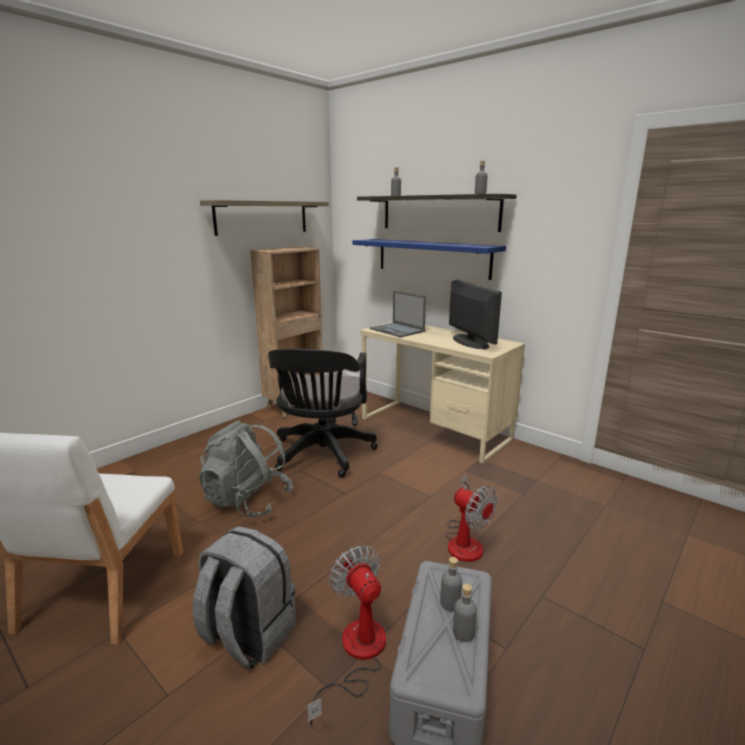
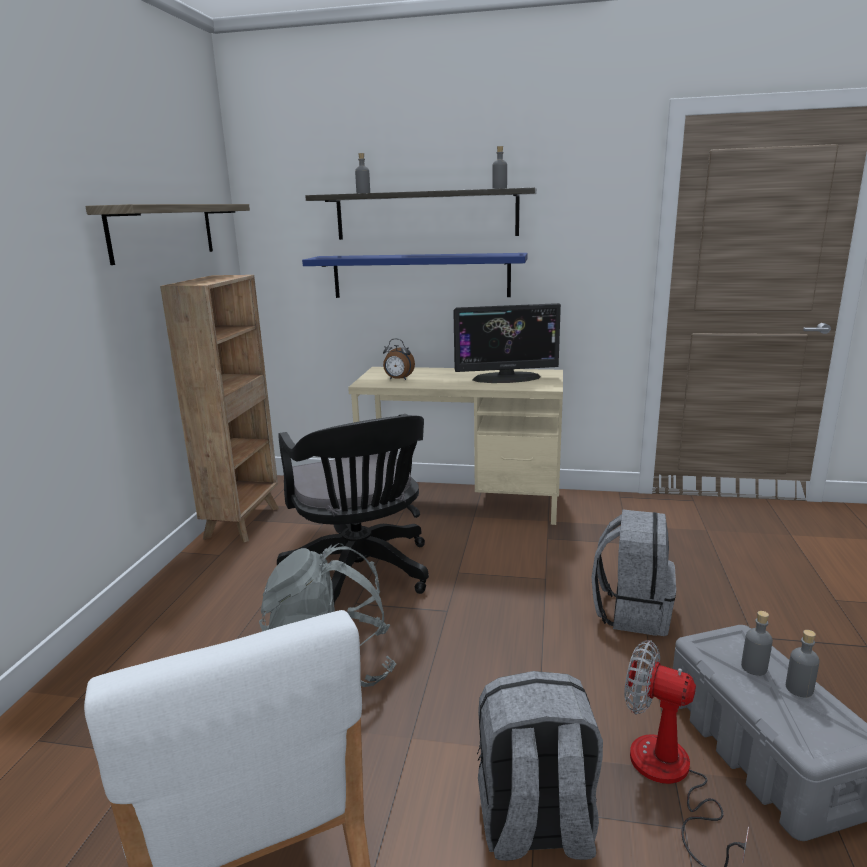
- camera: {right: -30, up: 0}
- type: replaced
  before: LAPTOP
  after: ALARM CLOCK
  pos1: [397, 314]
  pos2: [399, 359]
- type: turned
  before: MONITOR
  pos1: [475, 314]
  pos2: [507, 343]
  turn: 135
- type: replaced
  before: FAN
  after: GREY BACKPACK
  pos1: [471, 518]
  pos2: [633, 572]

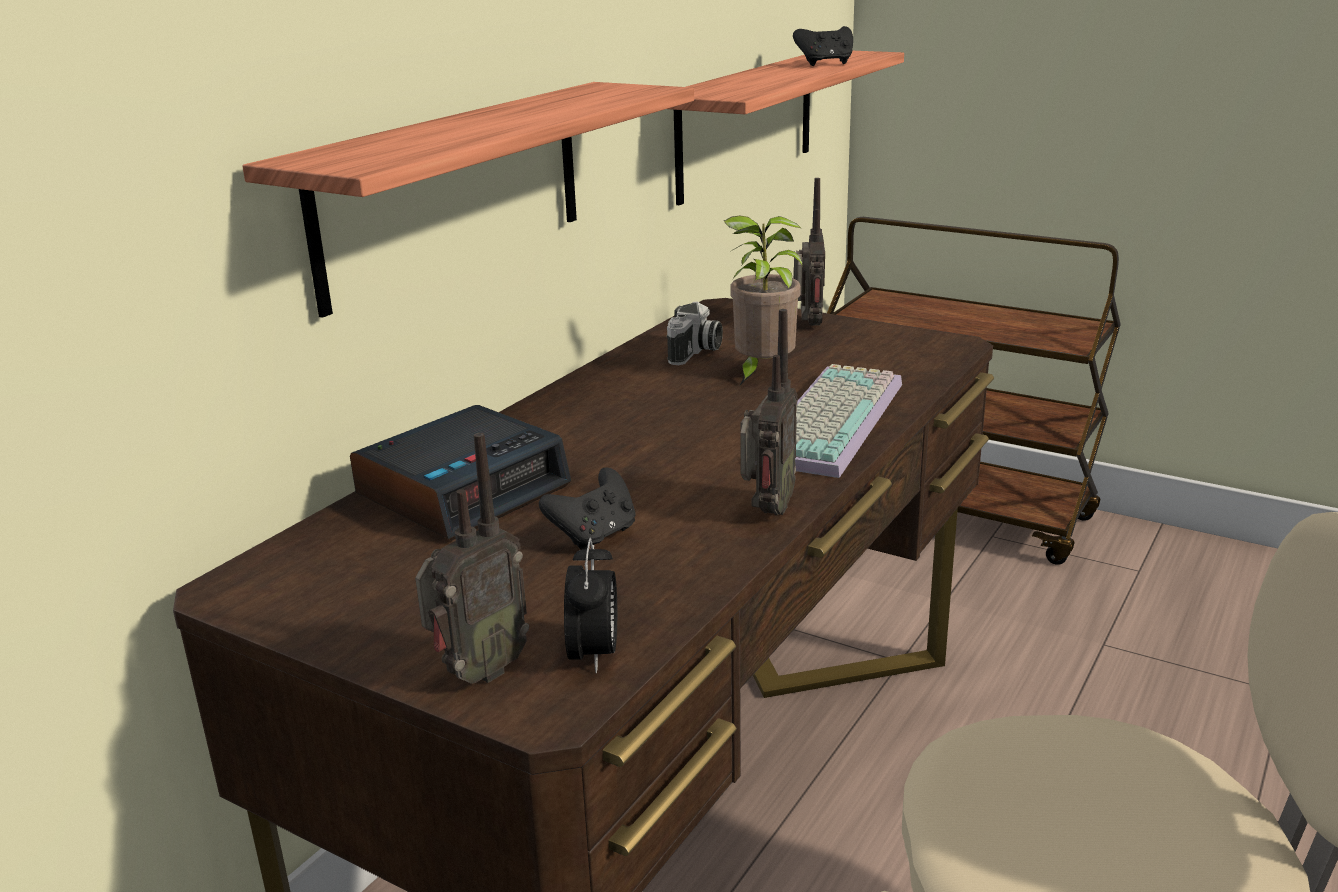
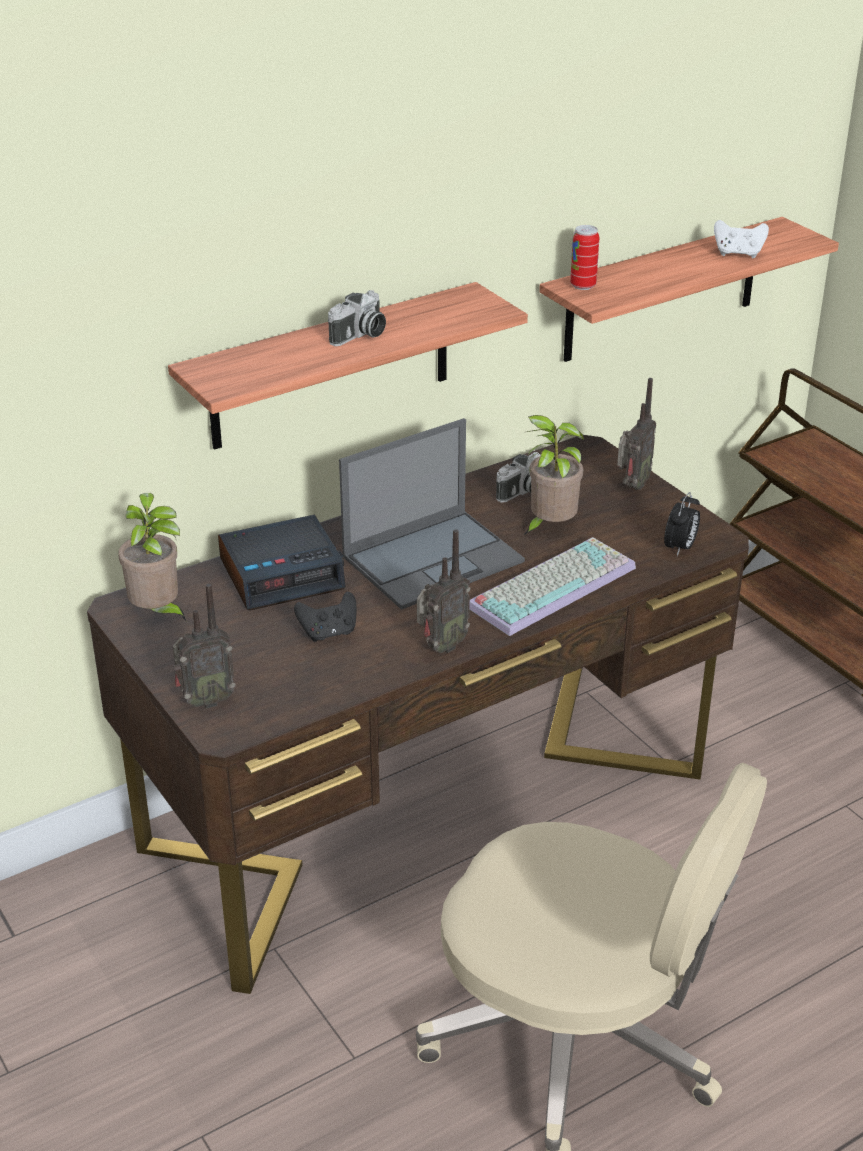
- camera: {right: 25, up: 10}
- type: added
  after: POTTED PLANT
  pos2: [152, 557]
- type: added
  after: PHOTO CAMERA
  pos2: [357, 318]
- type: added
  after: LAPTOP
  pos2: [432, 514]
- type: added
  after: CAN
  pos2: [584, 257]
- type: moved
  before: ALARM CLOCK
  pos1: [590, 605]
  pos2: [682, 524]
- type: recoloured
  before: BLACK GAME CONTROLLER
  after: WHITE GAME CONTROLLER
  pos1: [823, 46]
  pos2: [741, 239]

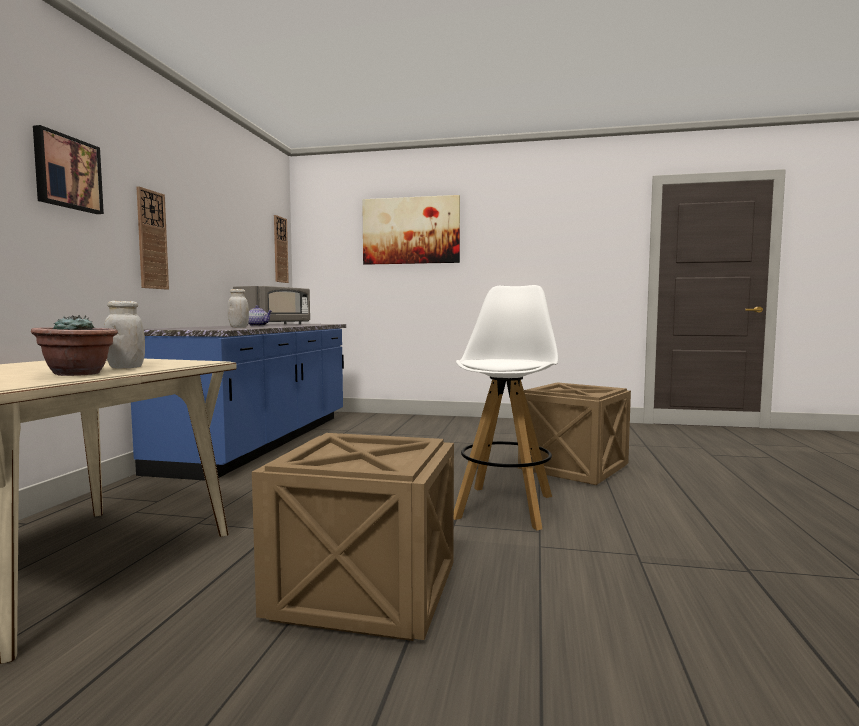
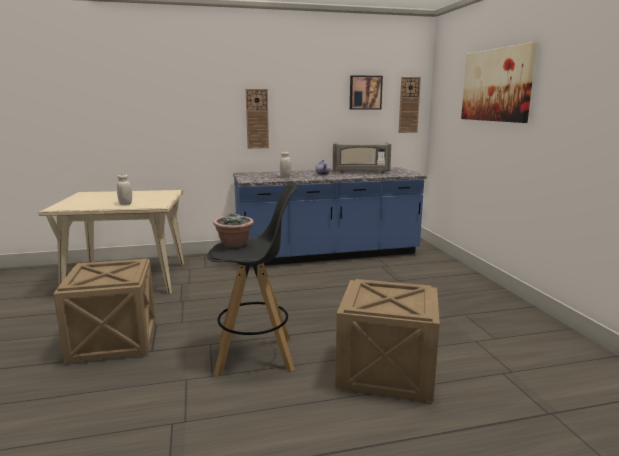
- camera: {right: 65, up: 10}
- type: recoloured
  before: WHITE STOOL
  after: BLACK STOOL
  pos1: [506, 407]
  pos2: [252, 279]
- type: moved
  before: POTTED PLANT
  pos1: [74, 345]
  pos2: [233, 230]
- type: moved
  before: PICTURE
  pos1: [68, 169]
  pos2: [366, 92]

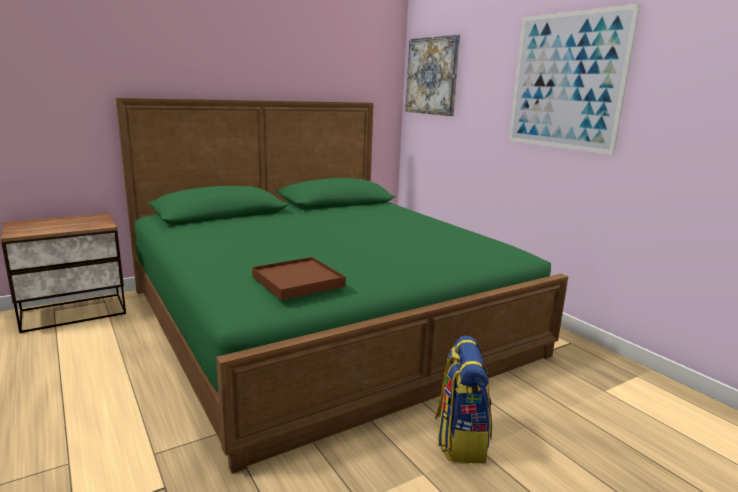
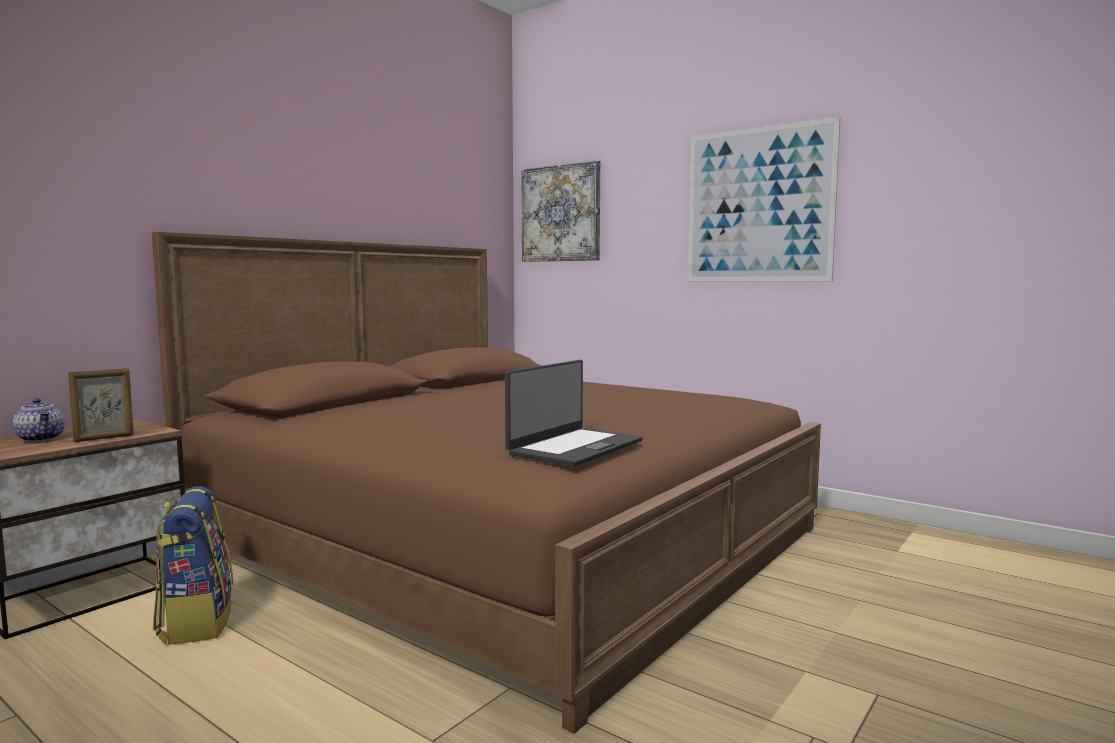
- camera: {right: -20, up: -10}
- type: added
  after: TEAPOT
  pos2: [39, 420]
- type: added
  after: PICTURE FRAME
  pos2: [101, 405]
- type: recoloured
  before: GREEN BED
  after: BROWN BED
  pos1: [341, 286]
  pos2: [486, 483]
- type: moved
  before: BACKPACK
  pos1: [463, 399]
  pos2: [193, 565]
- type: replaced
  before: BROWN TRAY
  after: LAPTOP
  pos1: [299, 278]
  pos2: [574, 413]

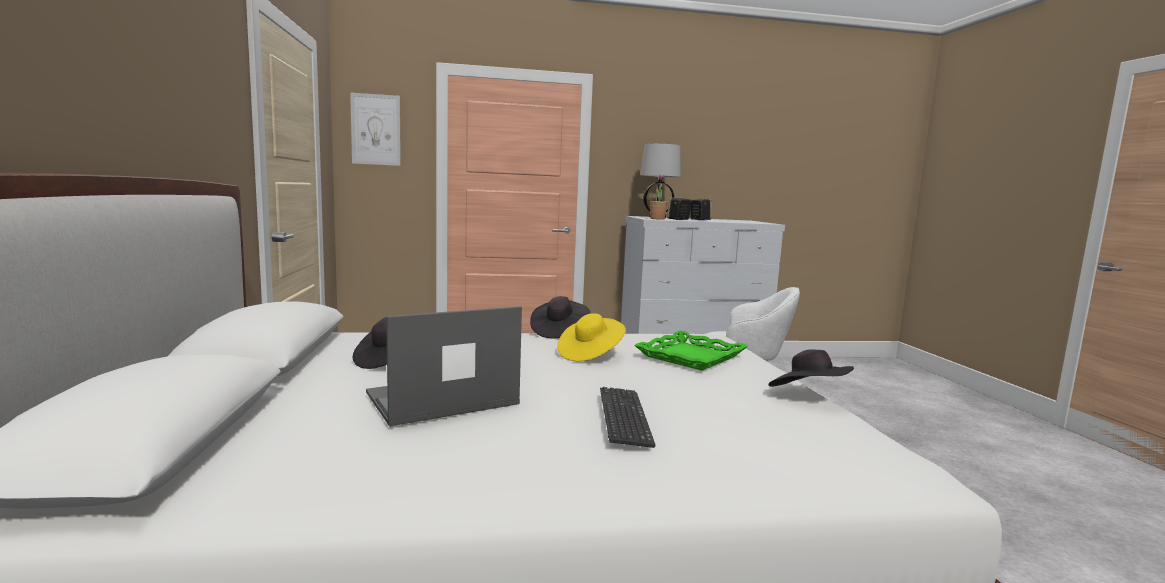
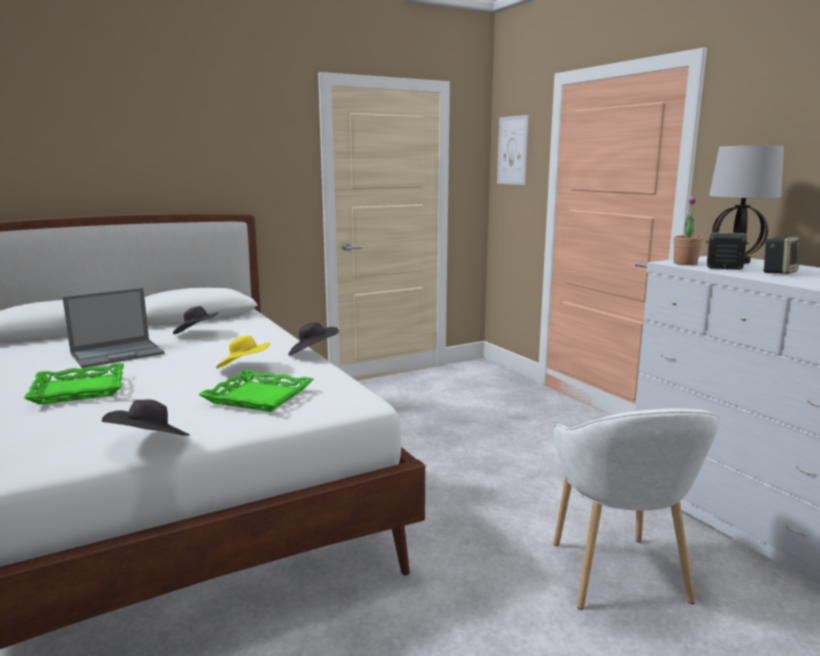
- camera: {right: 70, up: 5}
- type: replaced
  before: KEYBOARD
  after: GREEN TRAY
  pos1: [628, 417]
  pos2: [74, 384]
- type: turned
  before: LAPTOP
  pos1: [444, 366]
  pos2: [113, 328]
  turn: 105

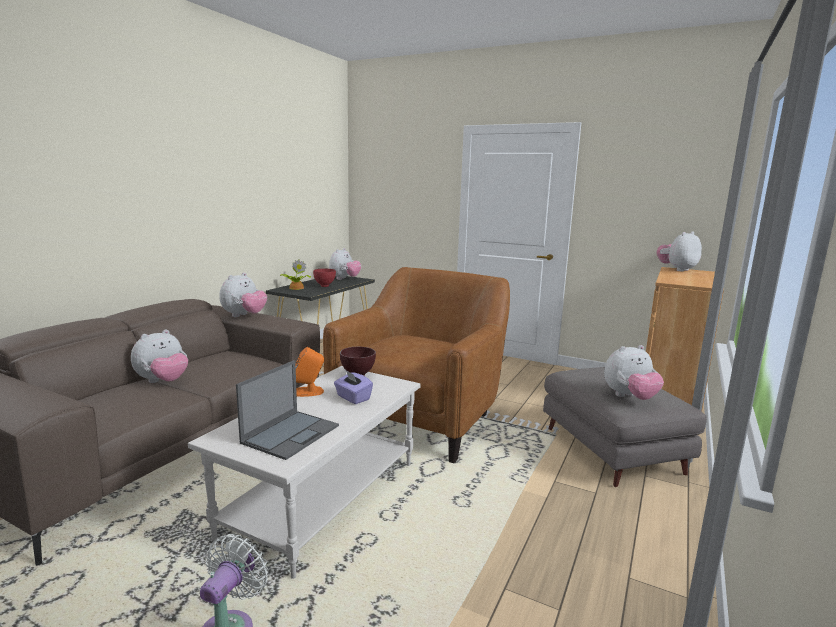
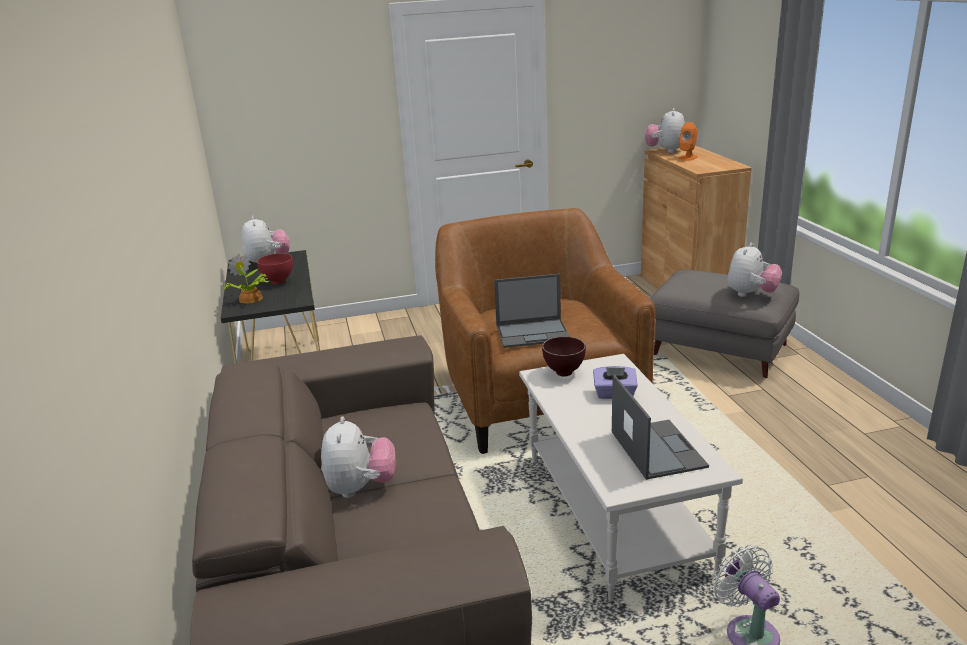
- camera: {right: -40, up: 10}
- type: added
  after: LAPTOP
  pos2: [532, 311]
- type: moved
  before: ORANGE SPEAKER
  pos1: [309, 372]
  pos2: [688, 141]
- type: removed
  before: PLUSH TOY
  pos1: [243, 294]

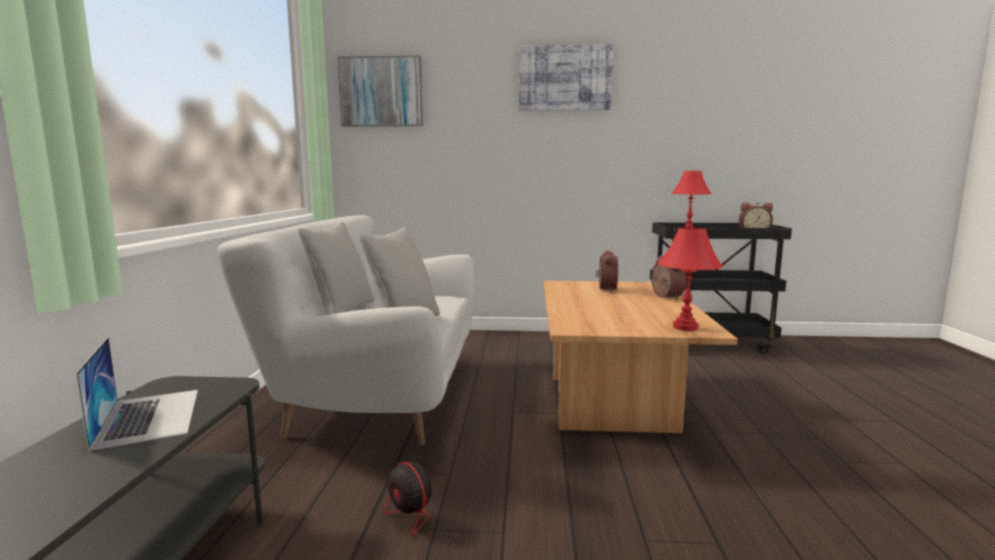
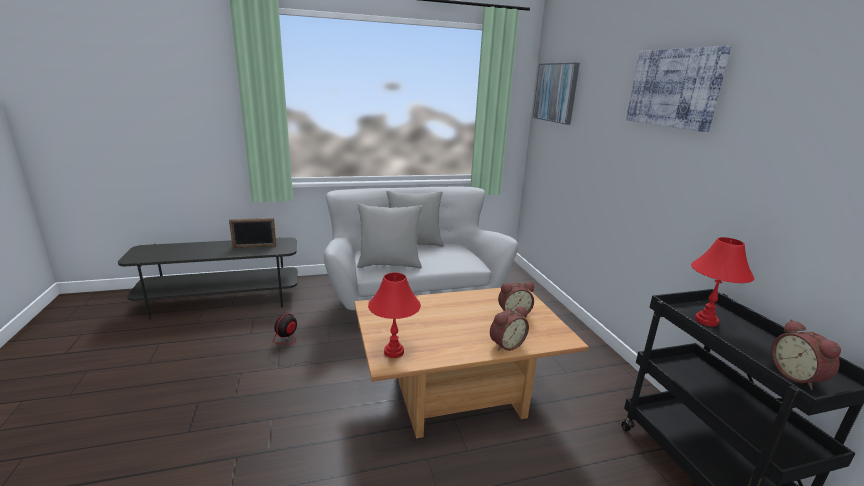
- camera: {right: 70, up: 10}
- type: replaced
  before: LAPTOP
  after: PICTURE FRAME
  pos1: [137, 394]
  pos2: [252, 233]

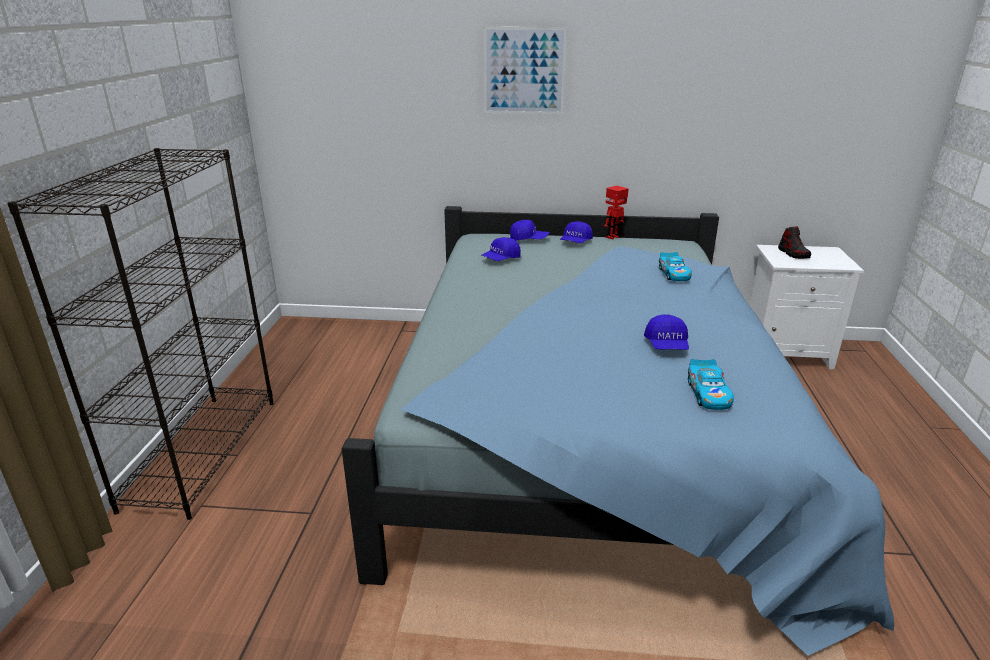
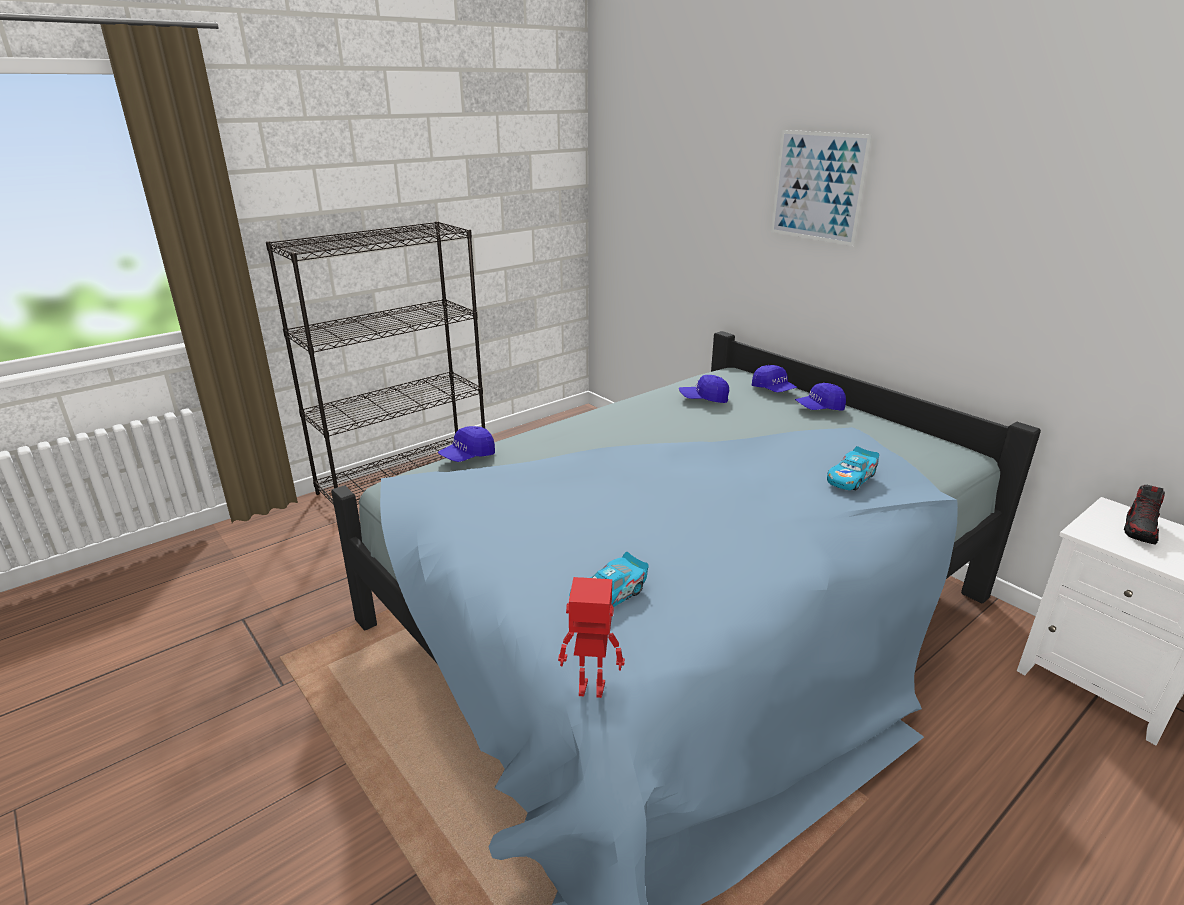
- camera: {right: 45, up: 0}
- type: moved
  before: BLUE CAP
  pos1: [666, 332]
  pos2: [466, 444]
- type: moved
  before: TOY ROBOT
  pos1: [615, 212]
  pos2: [591, 637]

